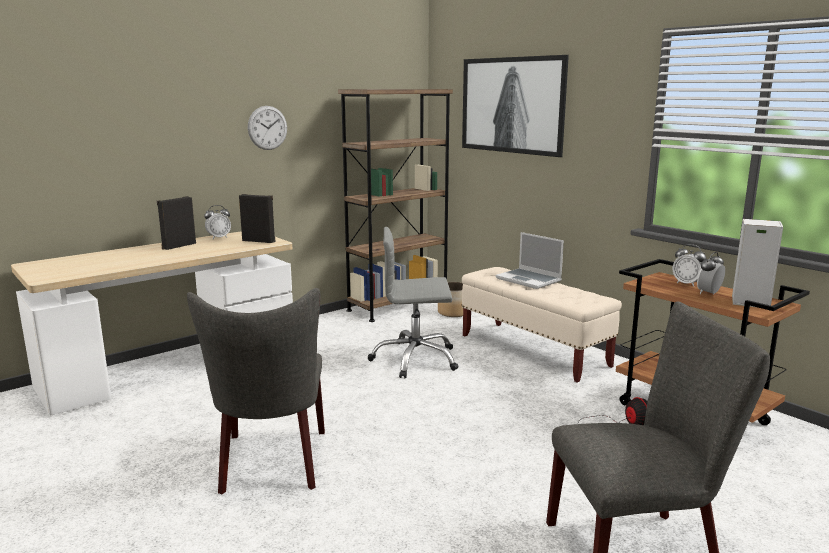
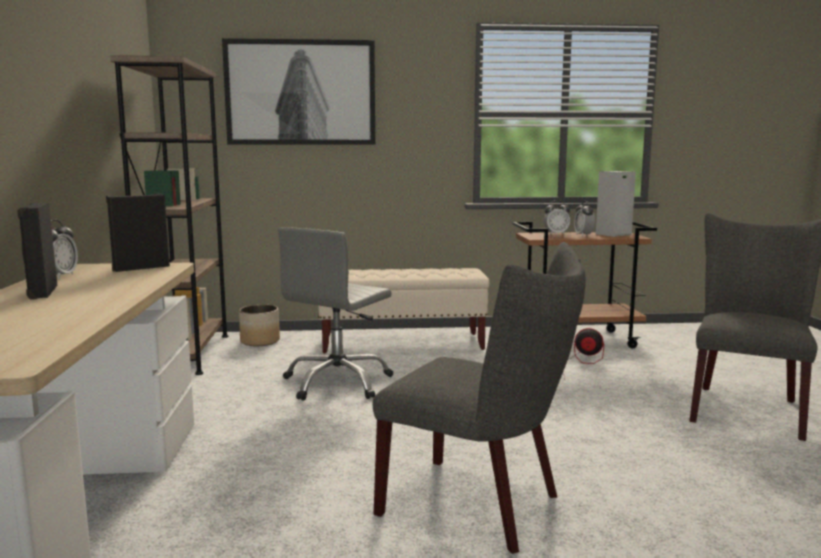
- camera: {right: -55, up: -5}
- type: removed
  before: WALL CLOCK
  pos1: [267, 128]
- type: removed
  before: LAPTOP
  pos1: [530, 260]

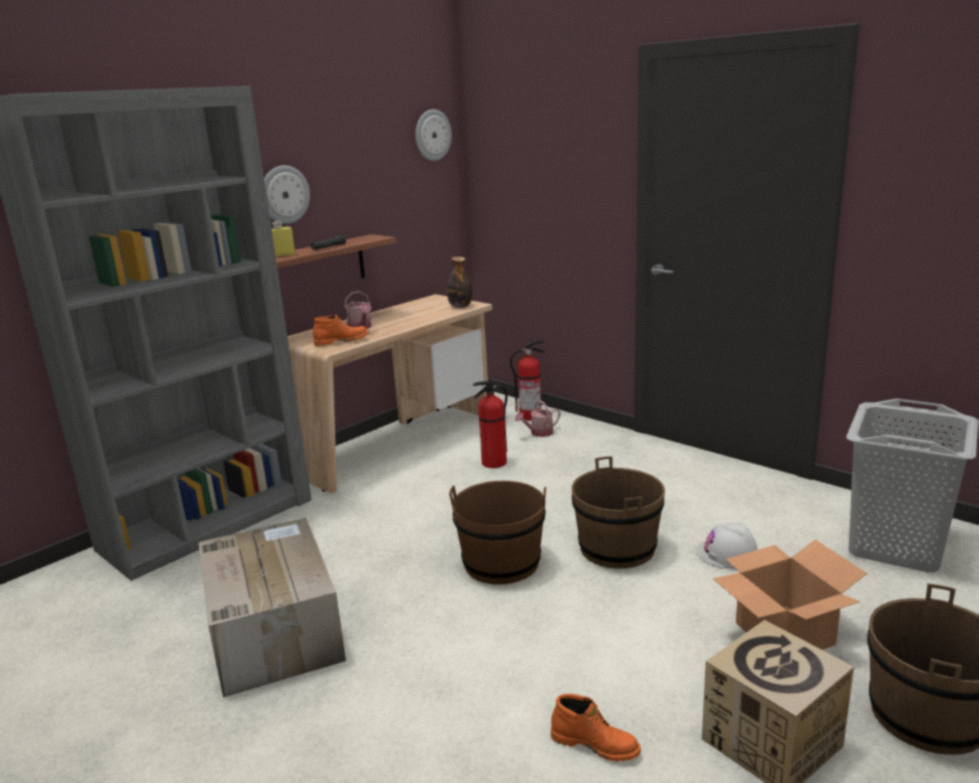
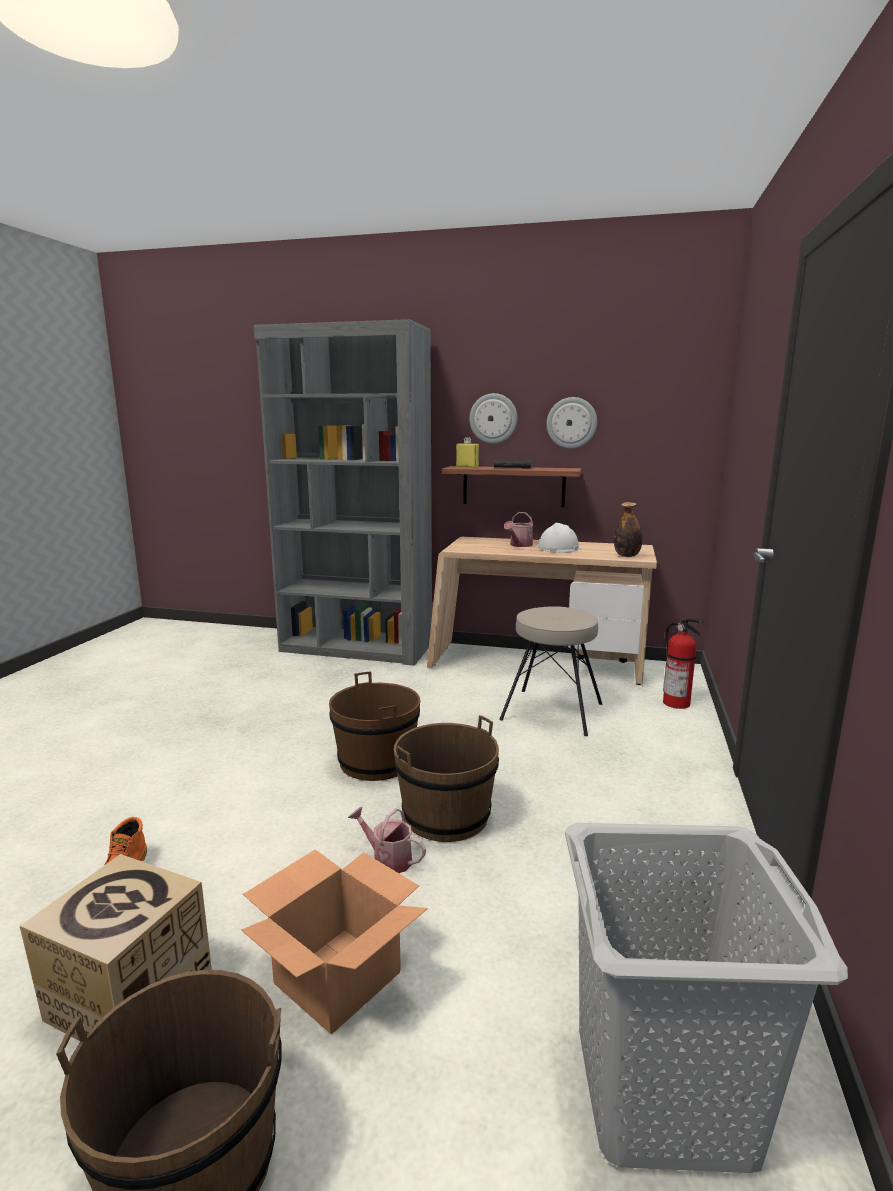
- camera: {right: 60, up: -5}
- type: moved
  before: WATERING CAN
  pos1: [537, 419]
  pos2: [387, 840]
- type: replaced
  before: FIRE EXTINGUISHER
  after: BEIGE STOOL
  pos1: [490, 424]
  pos2: [550, 671]
- type: moved
  before: WHITE HARD HAT
  pos1: [727, 545]
  pos2: [558, 538]
- type: moved
  before: WALL CLOCK
  pos1: [433, 135]
  pos2: [572, 423]
- type: removed
  before: CARDBOARD BOX
  pos1: [272, 607]
- type: removed
  before: ORANGE BOOT
  pos1: [341, 330]

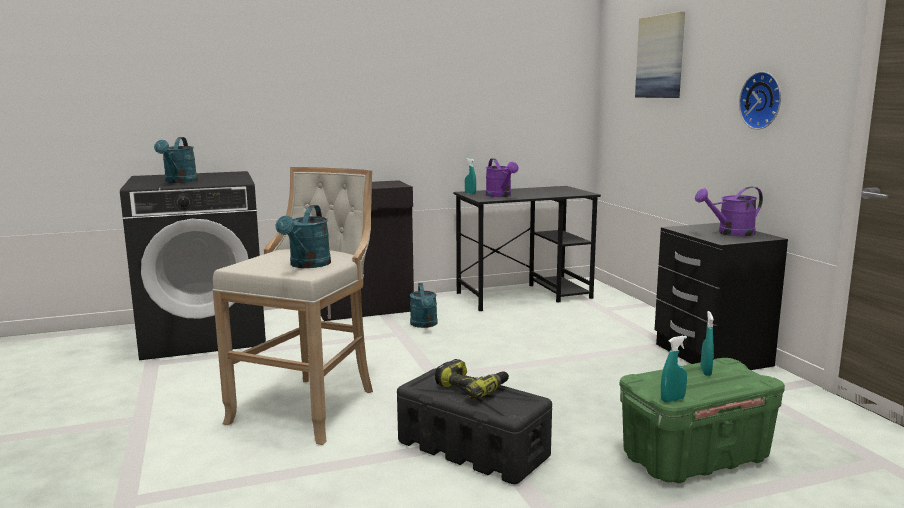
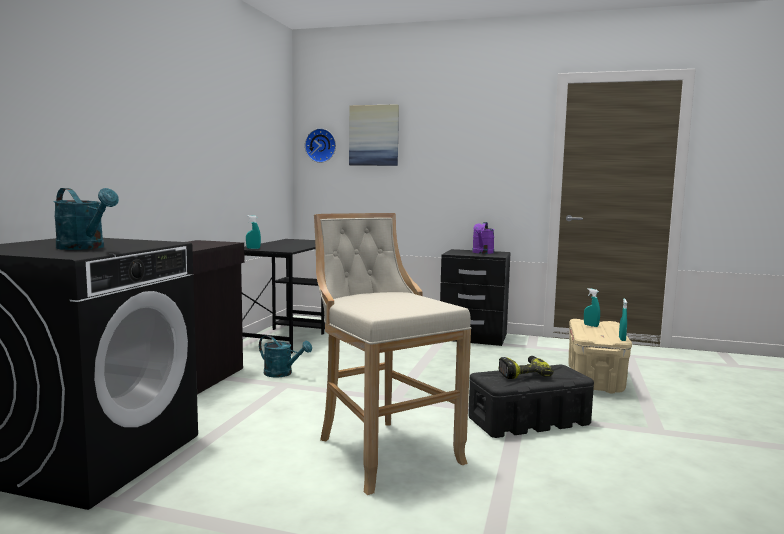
- camera: {right: -55, up: -5}
- type: moved
  before: WALL CLOCK
  pos1: [760, 100]
  pos2: [320, 145]
- type: recoloured
  before: GREEN STORAGE BOX
  after: BEIGE STORAGE BOX
  pos1: [702, 420]
  pos2: [600, 356]
- type: removed
  before: TURQUOISE WATERING CAN
  pos1: [303, 236]
- type: removed
  before: PURPLE WATERING CAN
  pos1: [502, 177]

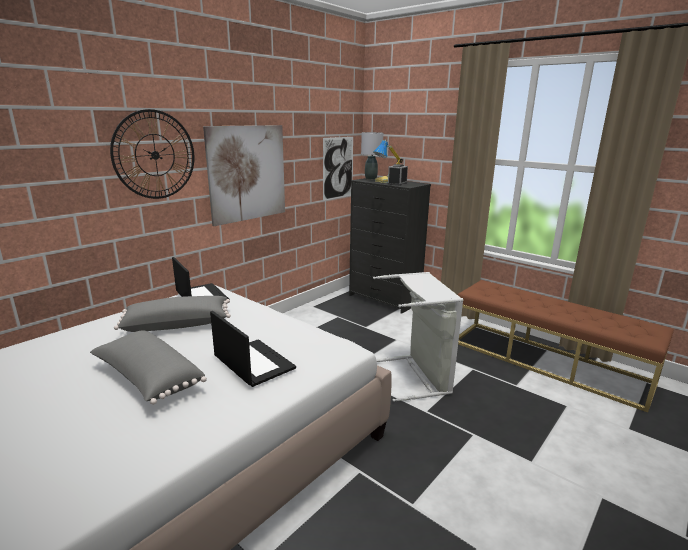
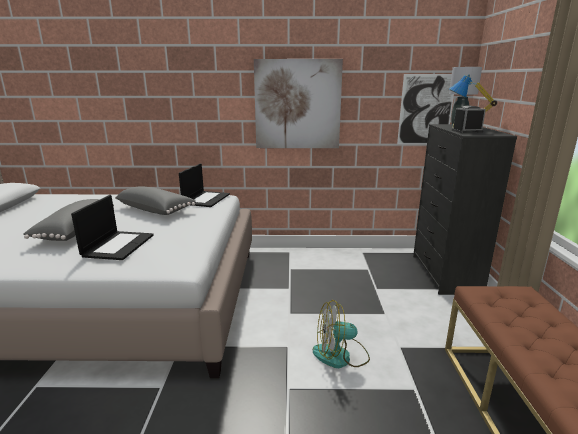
- camera: {right: 50, up: 0}
- type: replaced
  before: GREY LAUNDRY BASKET
  after: FAN
  pos1: [418, 337]
  pos2: [341, 334]
- type: removed
  before: WALL CLOCK
  pos1: [152, 154]

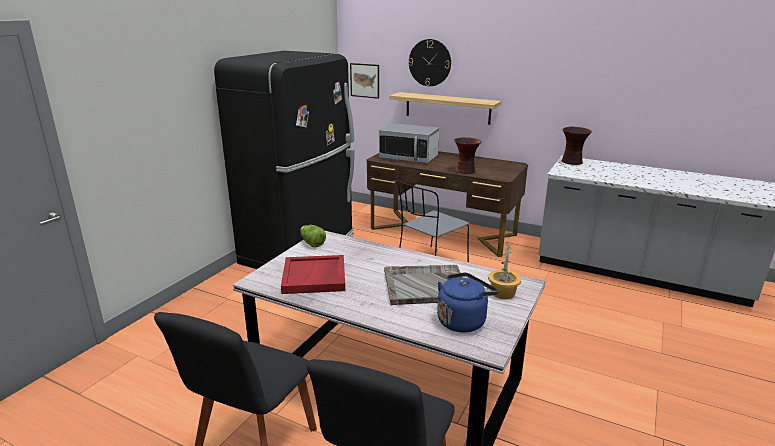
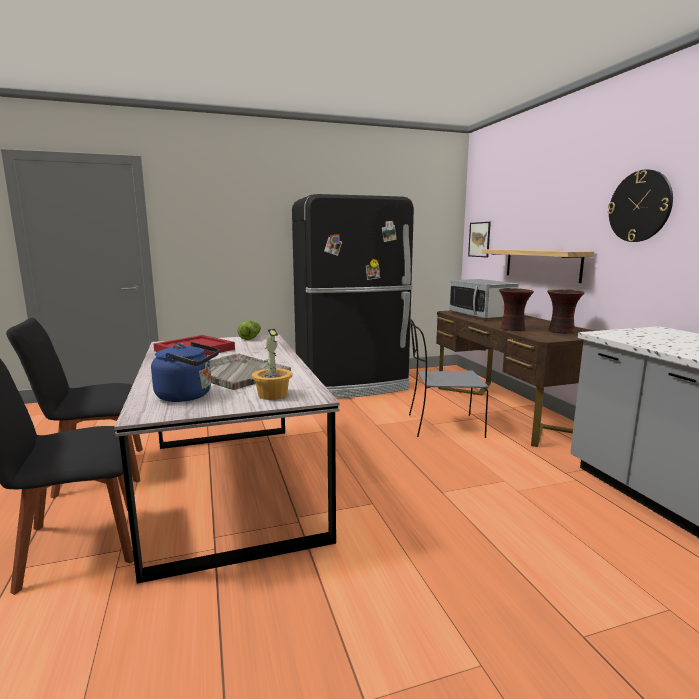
- camera: {right: 45, up: -10}
- type: moved
  before: VASE
  pos1: [577, 145]
  pos2: [565, 311]
- type: moved
  before: WALL CLOCK
  pos1: [429, 62]
  pos2: [640, 206]

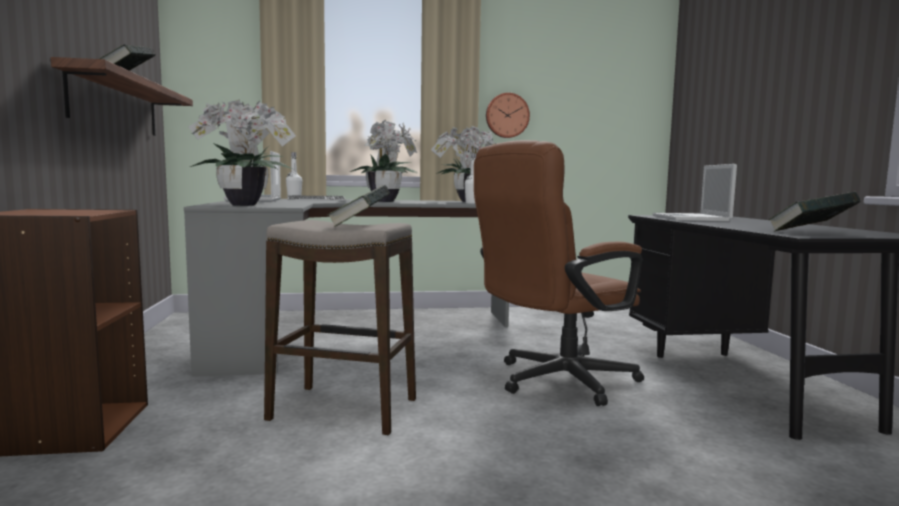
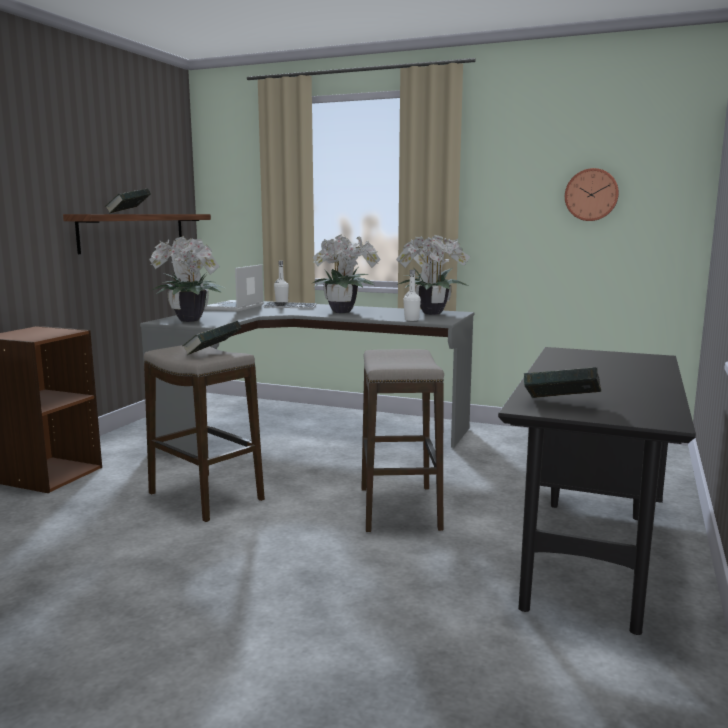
- camera: {right: 30, up: 5}
- type: replaced
  before: BROWN OFFICE CHAIR
  after: STOOL
  pos1: [559, 273]
  pos2: [402, 440]
- type: moved
  before: WALL CLOCK
  pos1: [508, 115]
  pos2: [592, 194]
- type: removed
  before: LAPTOP
  pos1: [694, 192]

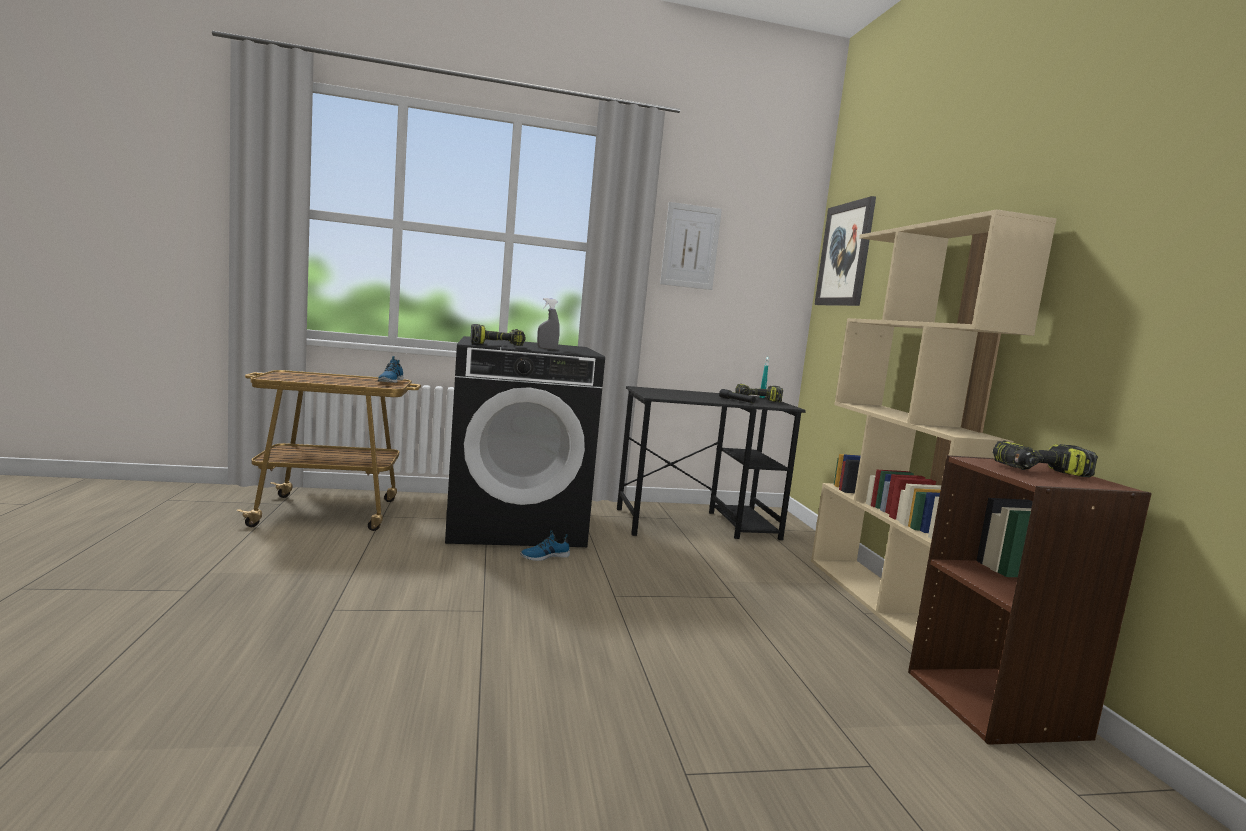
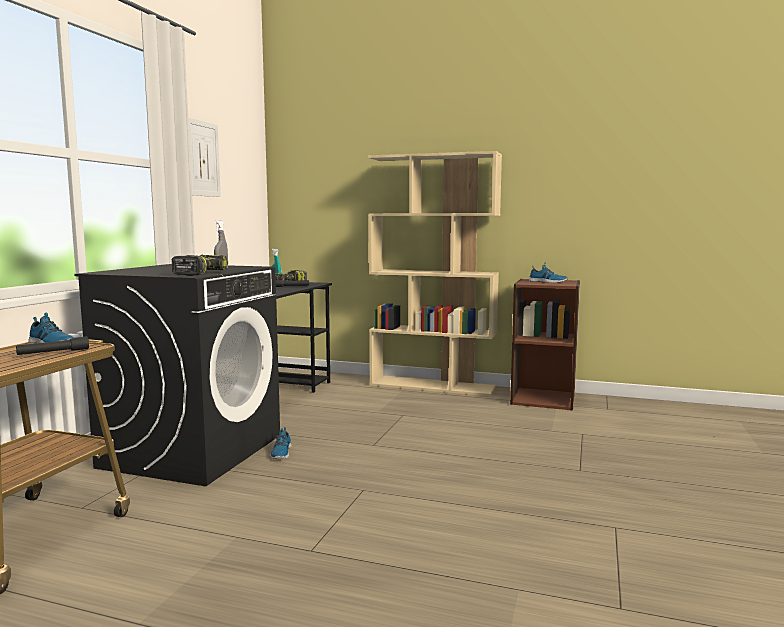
- camera: {right: -60, up: 0}
- type: added
  after: BLACK FLASHLIGHT
  pos2: [52, 345]
- type: replaced
  before: POWER DRILL
  after: SHOE
  pos1: [1045, 459]
  pos2: [548, 272]
- type: removed
  before: PICTURE
  pos1: [845, 251]

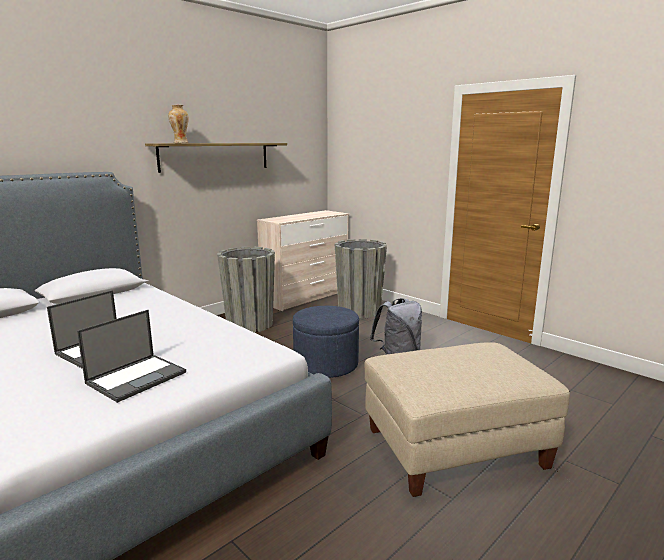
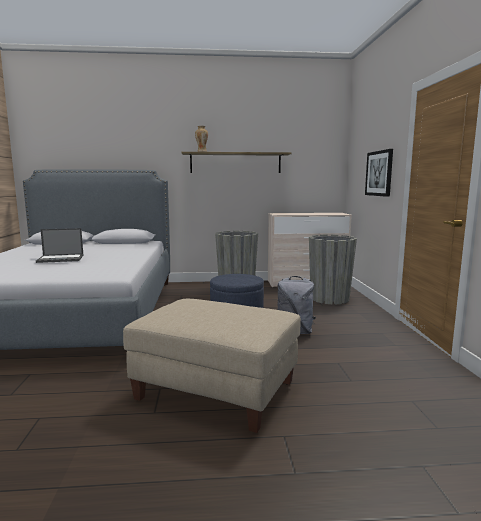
- camera: {right: 40, up: -5}
- type: added
  after: PICTURE
  pos2: [379, 173]
- type: removed
  before: LAPTOP
  pos1: [131, 356]

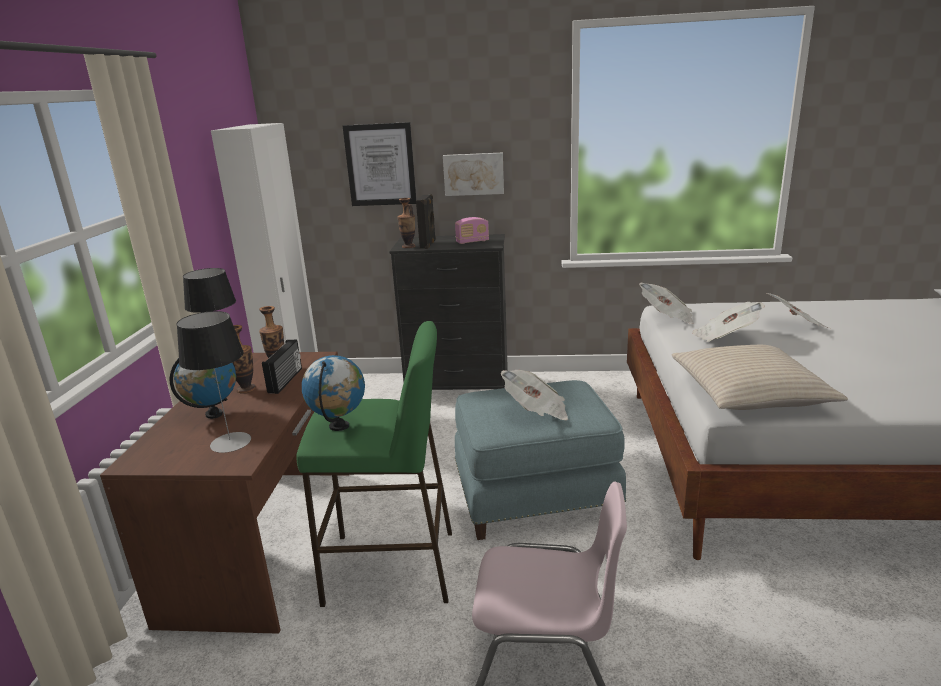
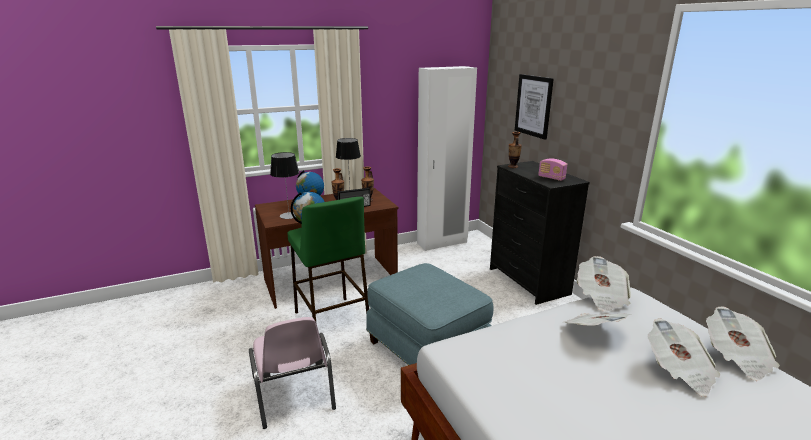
- camera: {right: 60, up: 0}
- type: moved
  before: NEWSPAPER
  pos1: [534, 395]
  pos2: [743, 344]
- type: removed
  before: BLACK SPEAKER
  pos1: [426, 221]
- type: removed
  before: PICTURE
  pos1: [473, 174]
- type: removed
  before: BEIGE PILLOW
  pos1: [760, 377]

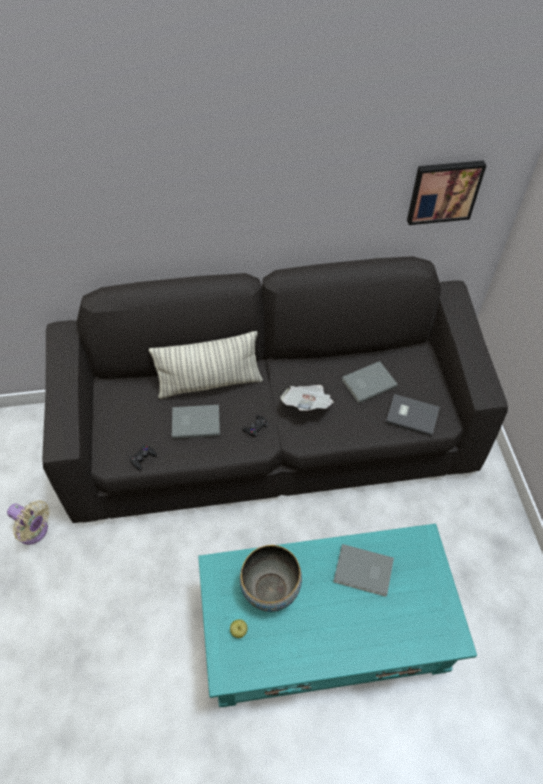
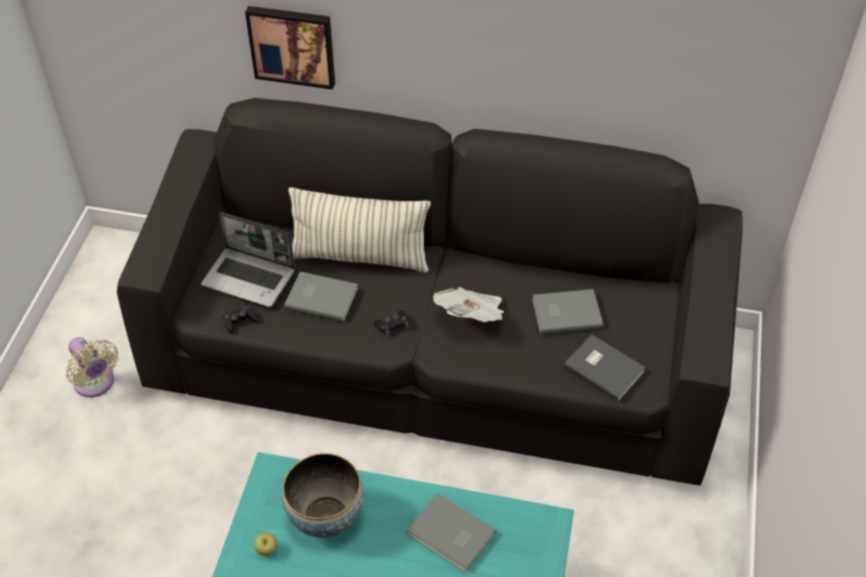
- camera: {right: 20, up: -5}
- type: added
  after: LAPTOP
  pos2: [248, 259]
- type: moved
  before: PICTURE
  pos1: [447, 192]
  pos2: [290, 48]

